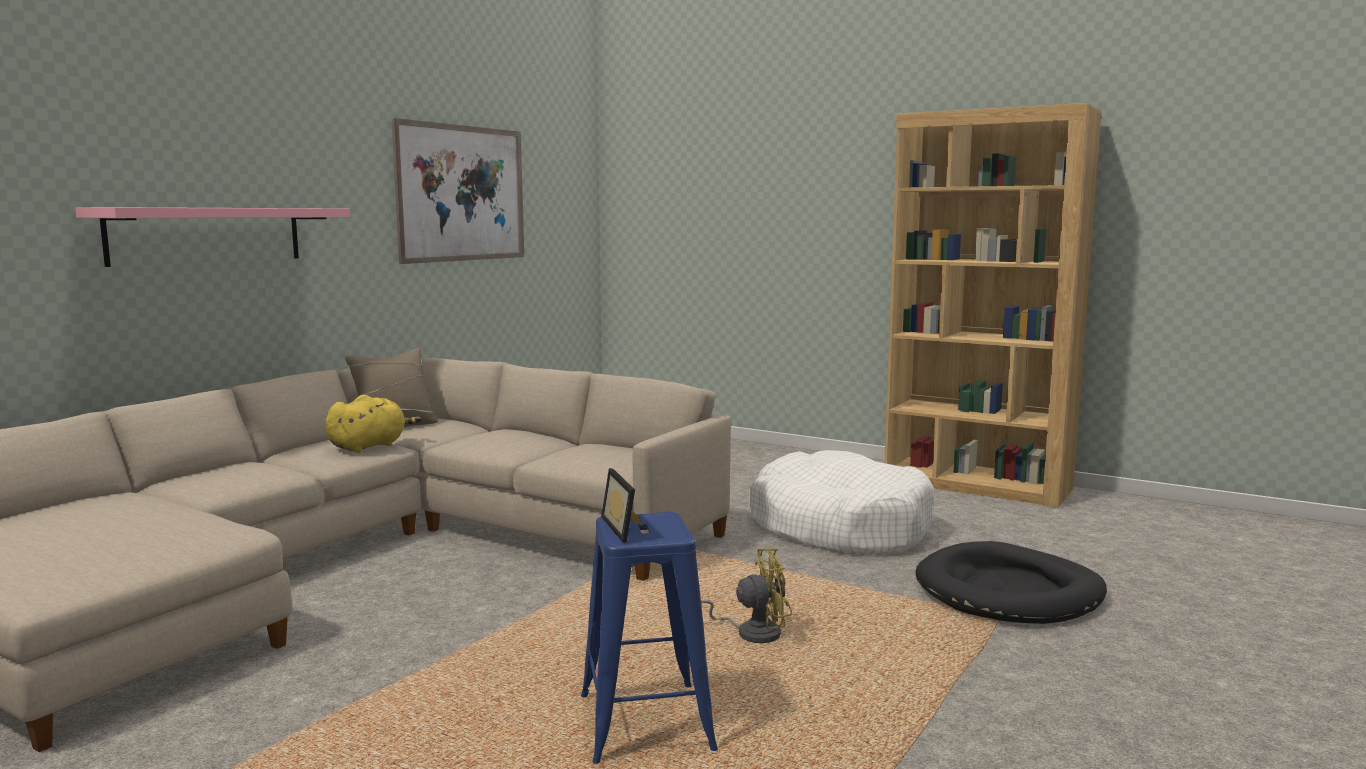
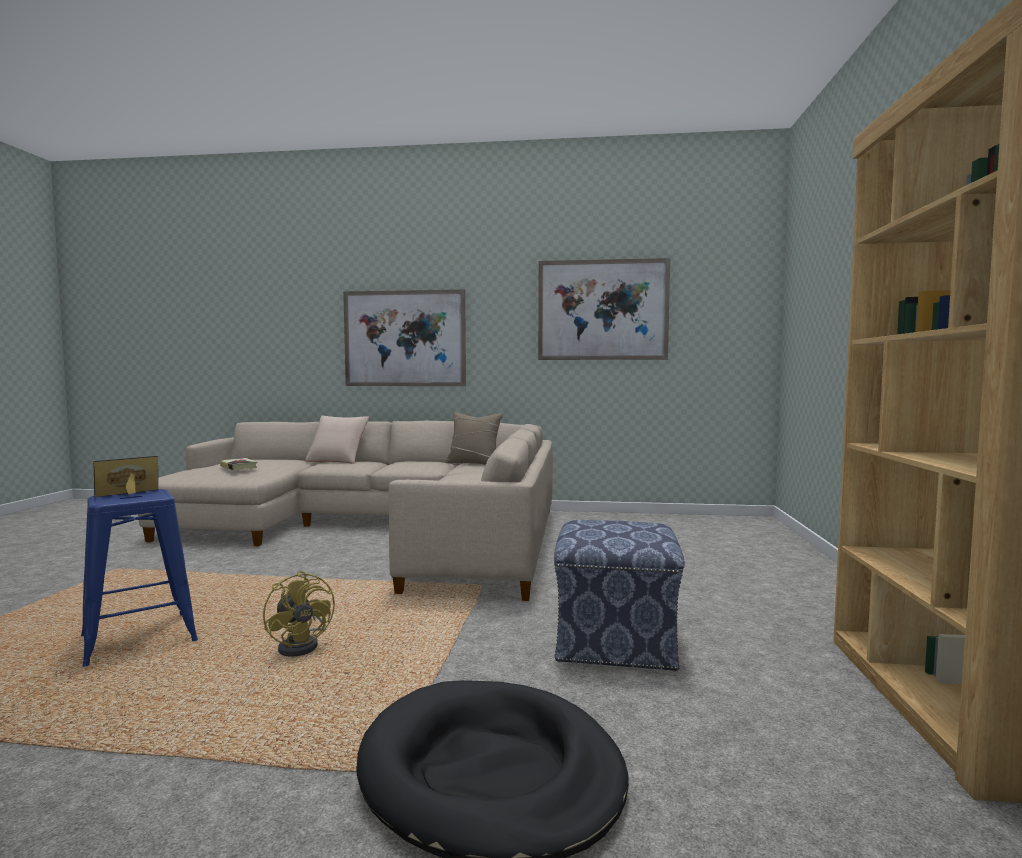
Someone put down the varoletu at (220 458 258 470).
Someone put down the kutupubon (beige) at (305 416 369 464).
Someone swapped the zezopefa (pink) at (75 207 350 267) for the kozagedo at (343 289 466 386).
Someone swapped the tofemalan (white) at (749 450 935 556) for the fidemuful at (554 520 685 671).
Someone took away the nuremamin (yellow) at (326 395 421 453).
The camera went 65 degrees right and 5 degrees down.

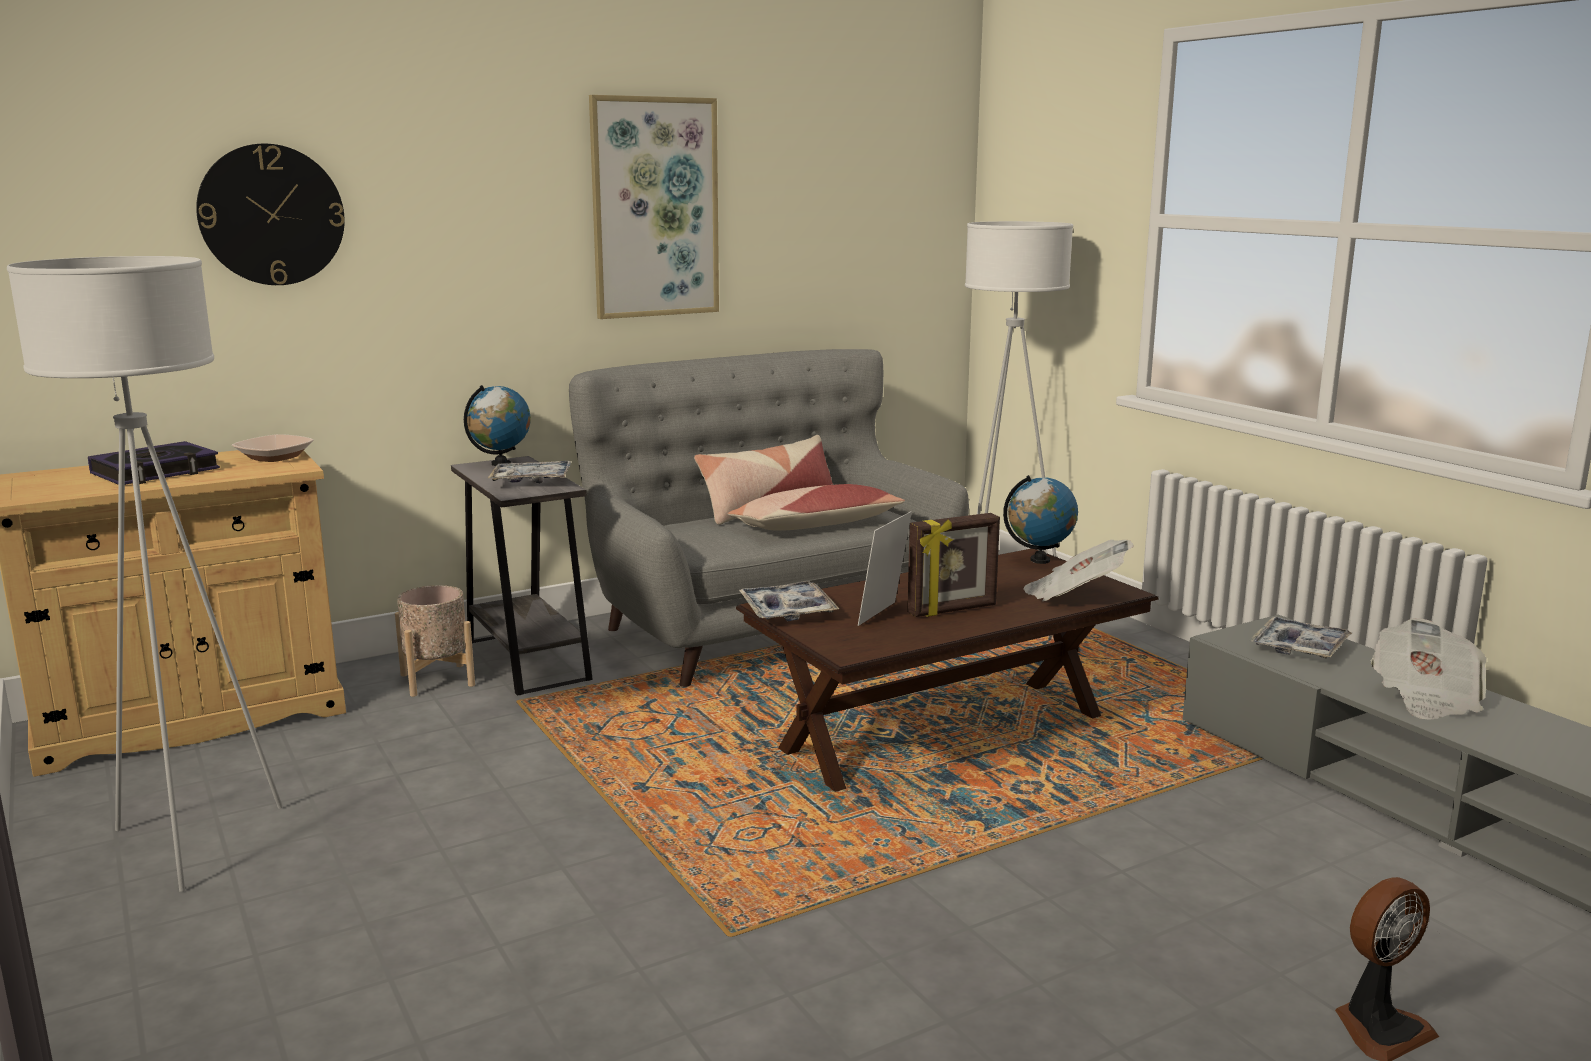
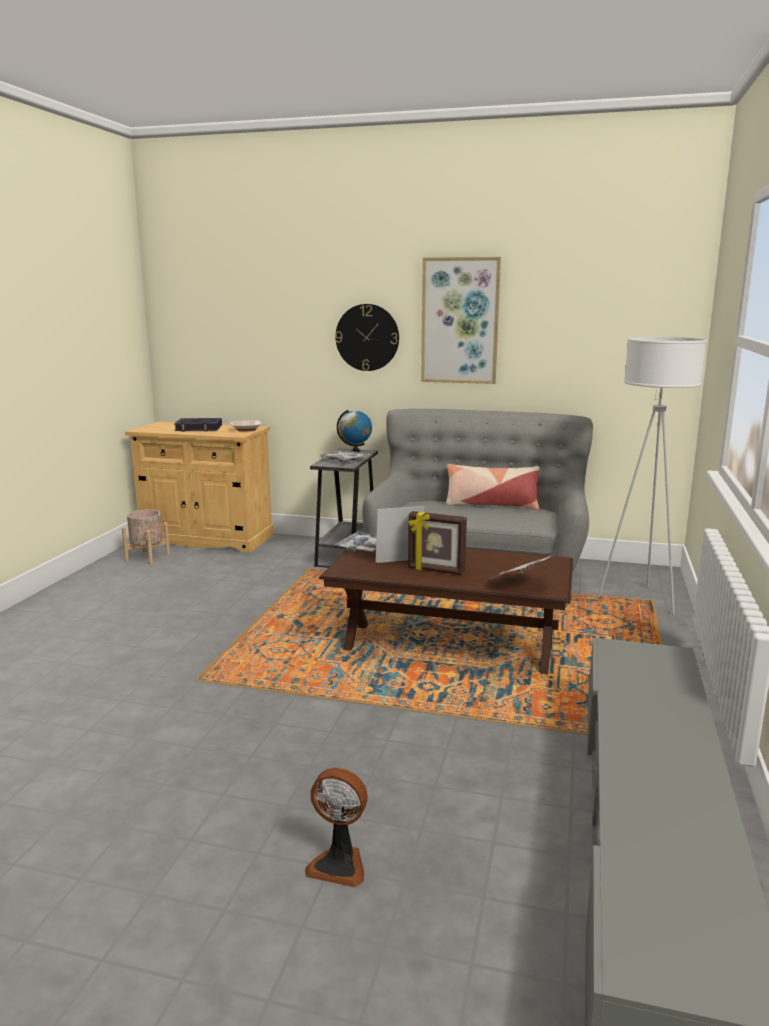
Someone carried the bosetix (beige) from (395 585 475 697) to (122 510 170 564).
Someone carried the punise from (196 143 345 285) to (335 304 399 371).
Someone took away the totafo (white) at (7 256 283 892).
Someone took away the kutupubon at (728 484 905 531).
Someone took away the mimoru at (1003 475 1078 564).
Someone took away the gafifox at (1250 617 1352 658).
Someone took away the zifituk at (1371 618 1486 720).
The camera went 45 degrees right and 0 degrees up.

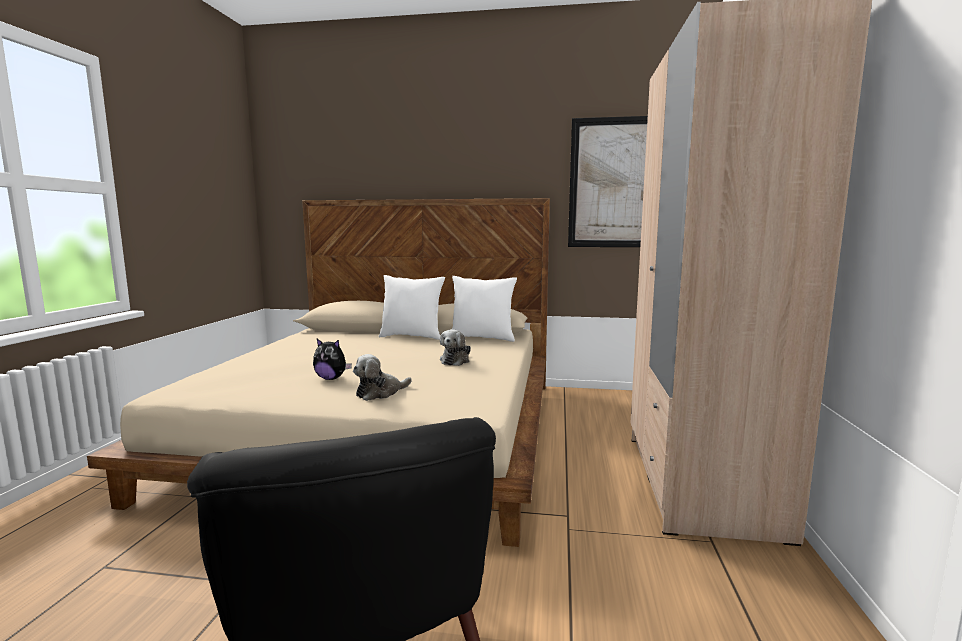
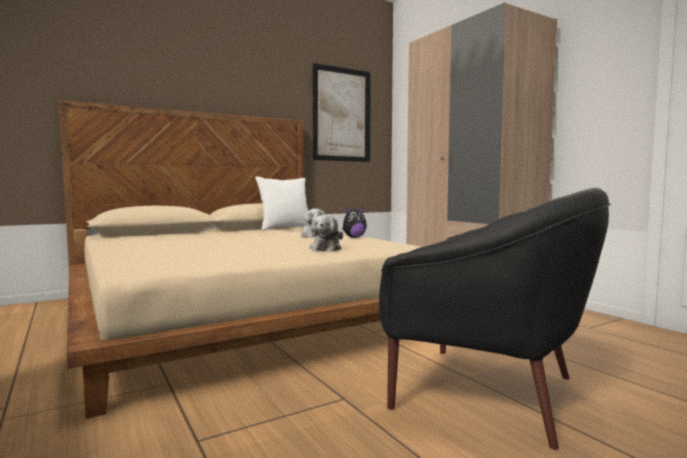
Someone carried the nuremamin from (313 339 352 380) to (342 207 367 238).
Someone took away the kutupubon (white) at (379 275 445 340).
The camera went 40 degrees left and 5 degrees down.

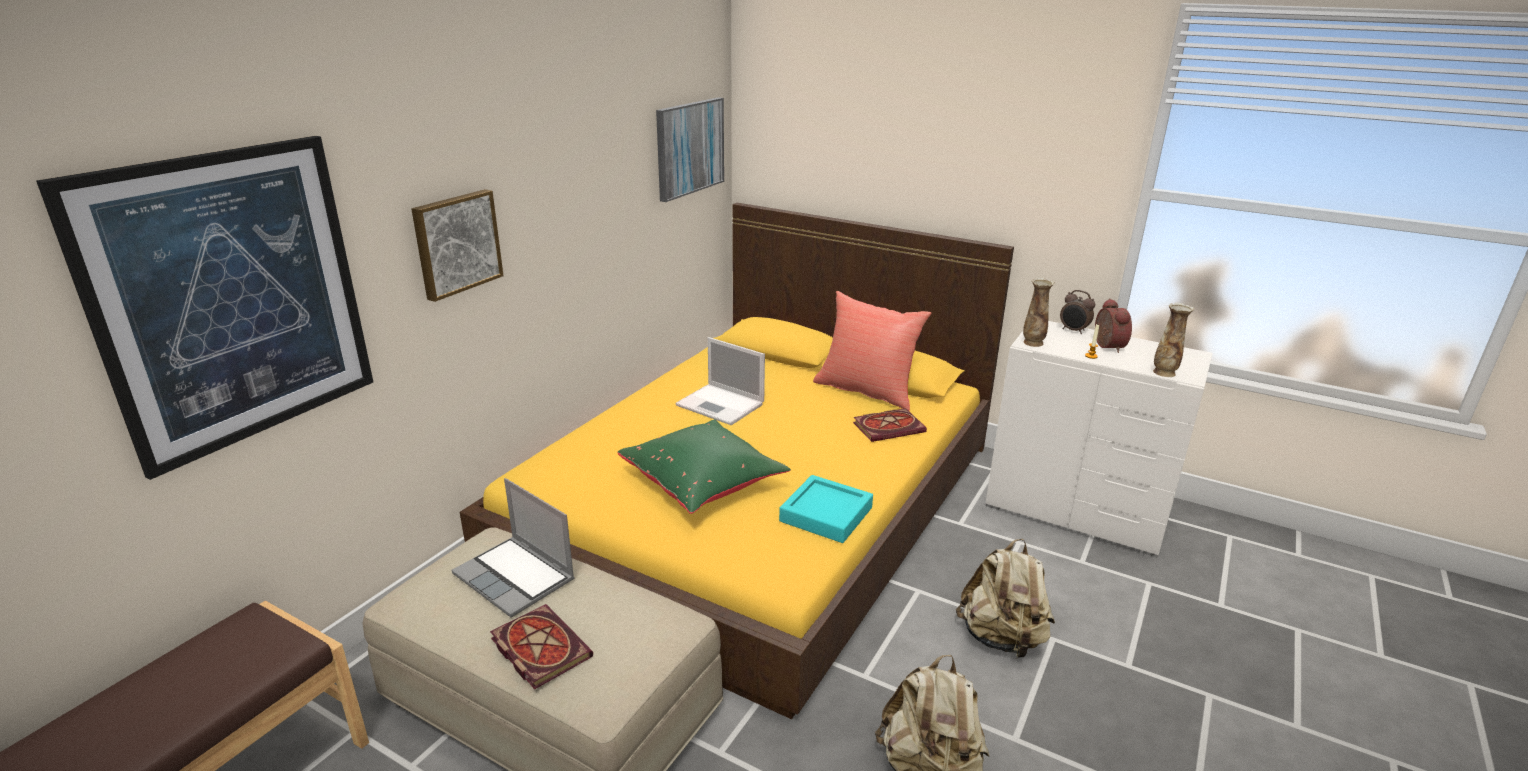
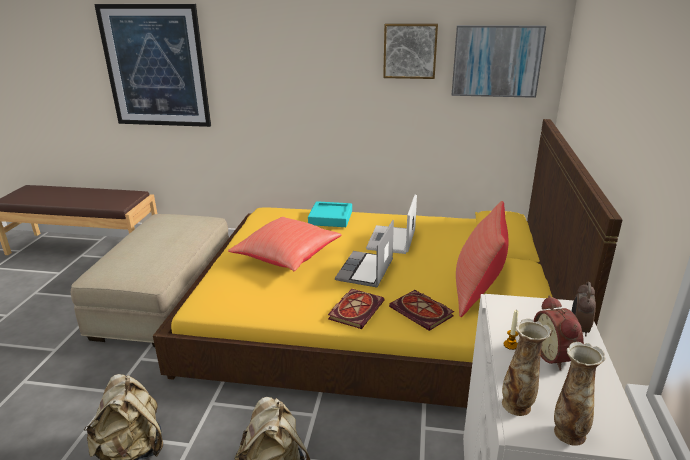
Someone repainted the kutupubon (green) at (617 419 791 514), which became the kutupubon (red) at (228 217 342 272).
Someone carried the gafifox (turquoise) from (779 475 873 543) to (308 201 352 227).
Someone carried the varoletu from (490 604 593 690) to (328 289 385 329).
Someone carried the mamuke from (452 478 575 618) to (335 220 394 287).
Someone carried the kozagedo from (412 189 504 302) to (383 23 438 79).
Someone rotated the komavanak at (1095 298 1132 353) by 105 degrees clockwise.
Someone carried the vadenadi from (1023 277 1055 347) to (554 342 606 446).
The camera went 70 degrees right and 0 degrees up.

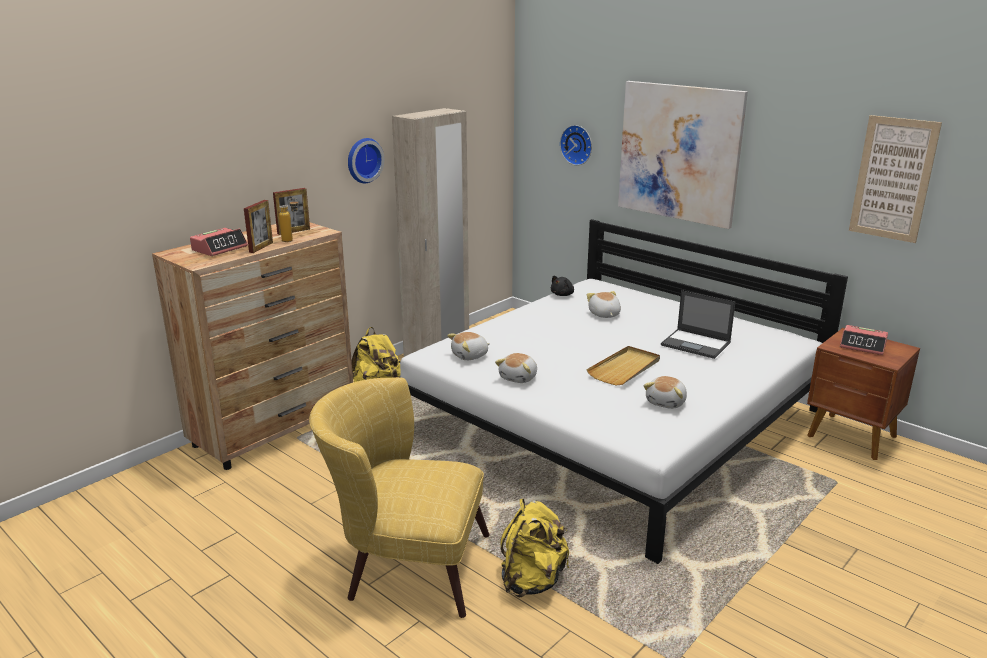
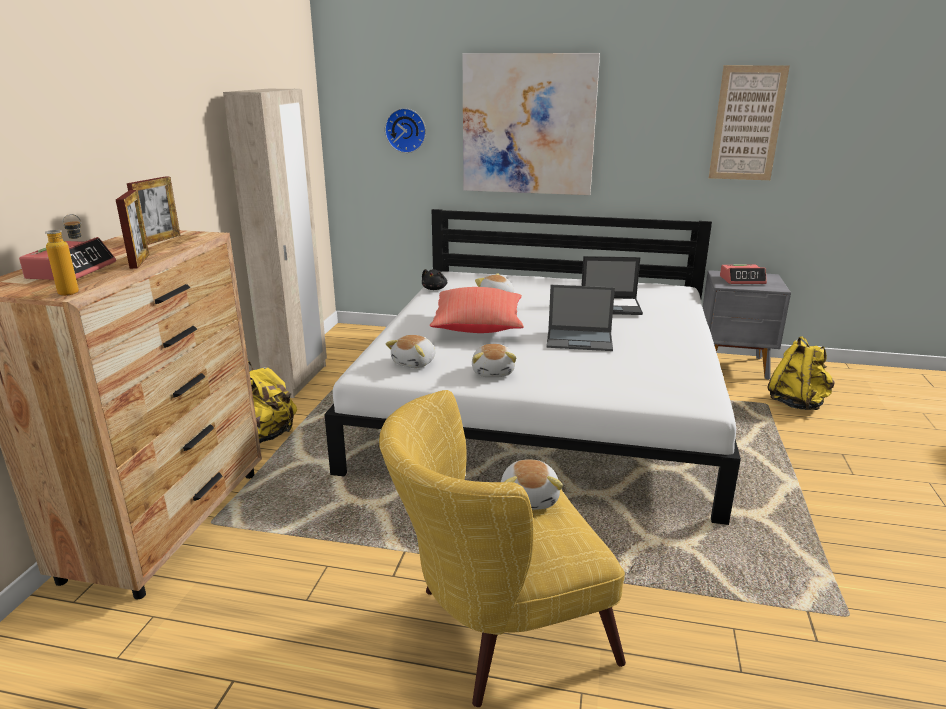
Someone carried the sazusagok from (279 198 299 242) to (45 214 81 296).
Someone put down the kutupubon (red) at (430 287 524 333).
Someone carried the nuremamin from (643 376 687 409) to (501 459 563 510).
Someone swapped the gafifox (beige) at (586 346 660 385) for the mamuke at (546 285 615 351).
Someone repainted the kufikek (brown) at (807 328 920 460), which became the kufikek (grey) at (703 270 791 380).
Someone carried the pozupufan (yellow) from (500 499 569 597) to (767 336 835 410).
Someone took away the punise at (348 138 384 183).
The camera went 30 degrees left and 0 degrees up.

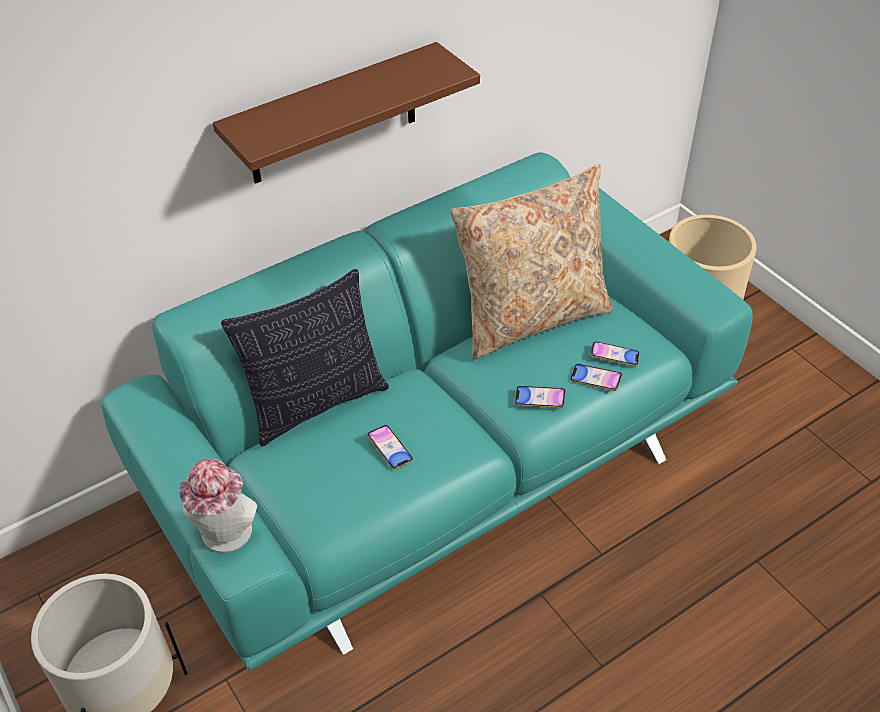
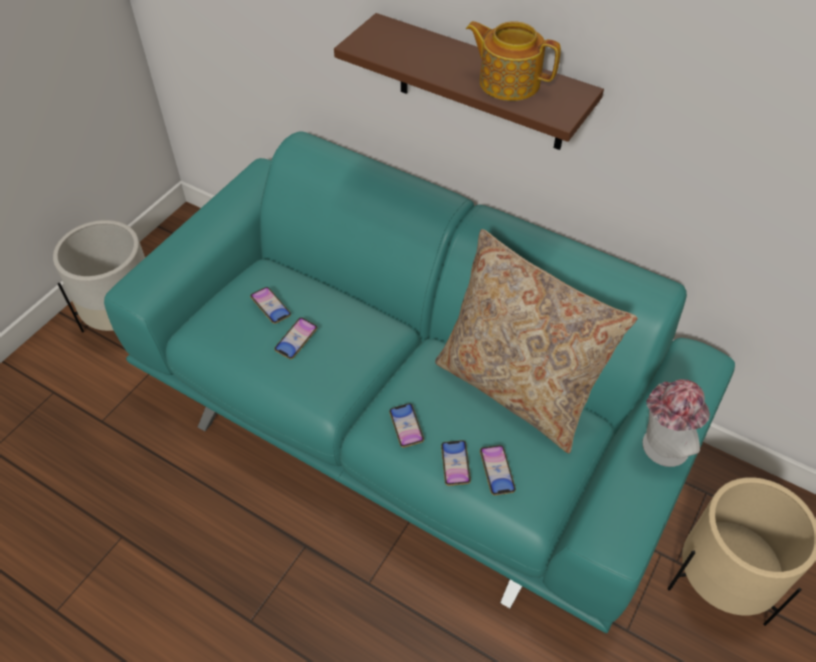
Someone put down the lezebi at (250 287 291 324).
Someone put down the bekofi at (466 21 561 101).
Someone carried the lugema from (179 458 257 553) to (642 379 710 467).
Someone took away the kutupubon at (221 269 389 446).
The camera went 65 degrees right and 5 degrees up.

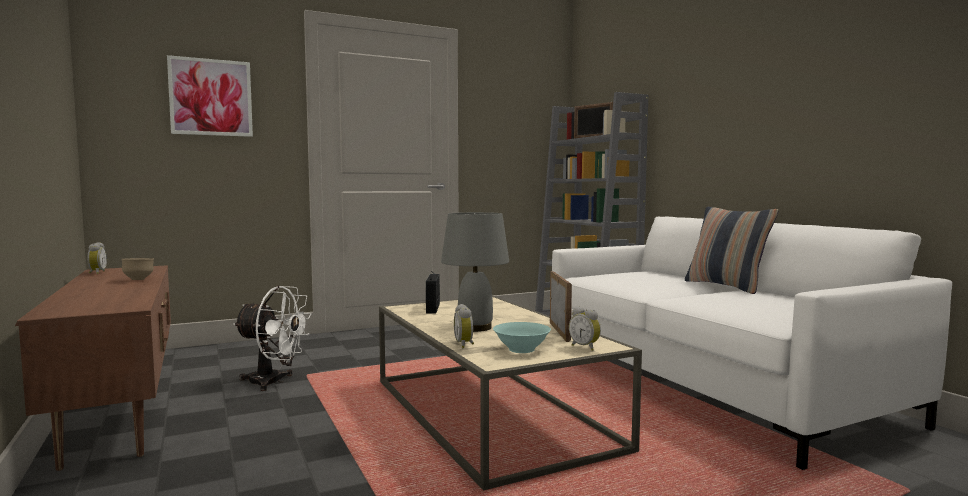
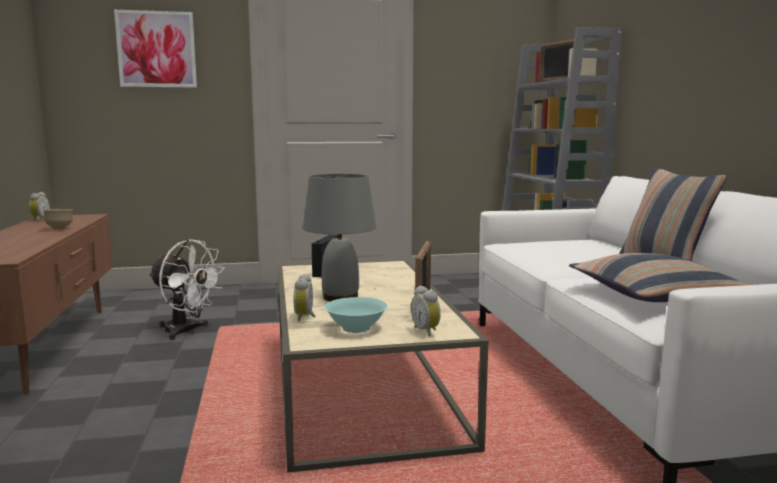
Someone put down the kutupubon at (569 253 752 302).
The camera went 15 degrees right and 5 degrees up.

